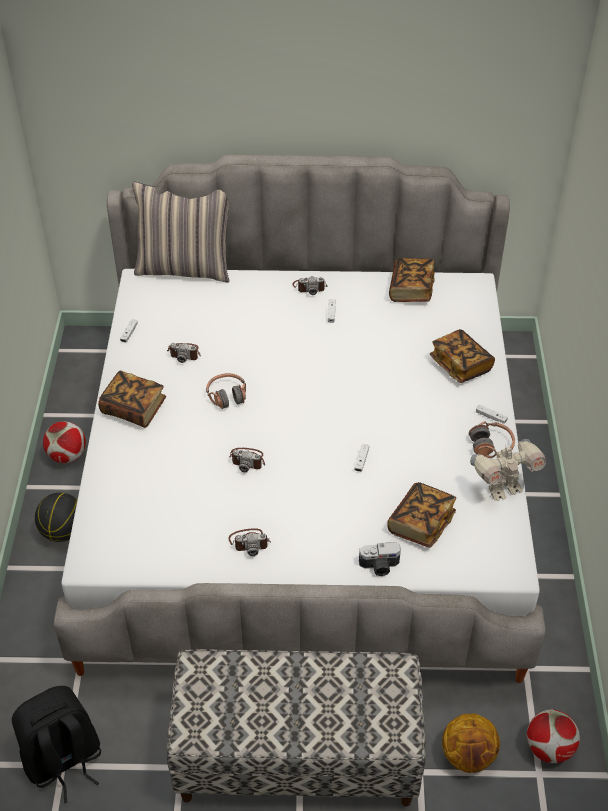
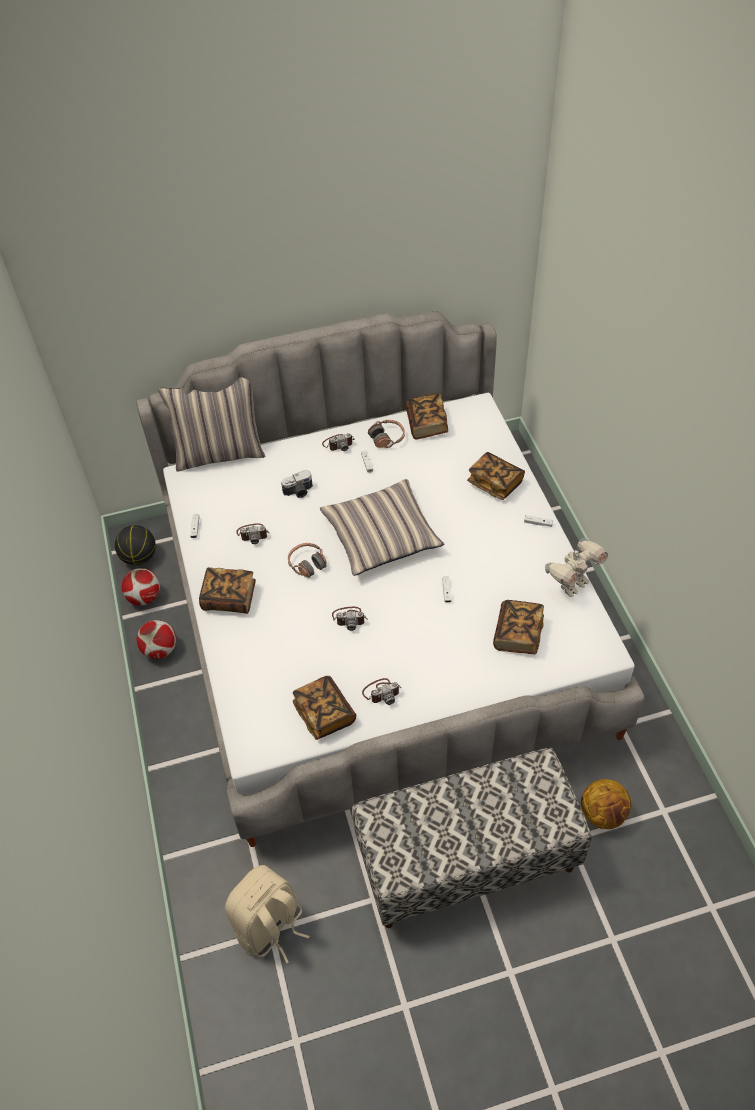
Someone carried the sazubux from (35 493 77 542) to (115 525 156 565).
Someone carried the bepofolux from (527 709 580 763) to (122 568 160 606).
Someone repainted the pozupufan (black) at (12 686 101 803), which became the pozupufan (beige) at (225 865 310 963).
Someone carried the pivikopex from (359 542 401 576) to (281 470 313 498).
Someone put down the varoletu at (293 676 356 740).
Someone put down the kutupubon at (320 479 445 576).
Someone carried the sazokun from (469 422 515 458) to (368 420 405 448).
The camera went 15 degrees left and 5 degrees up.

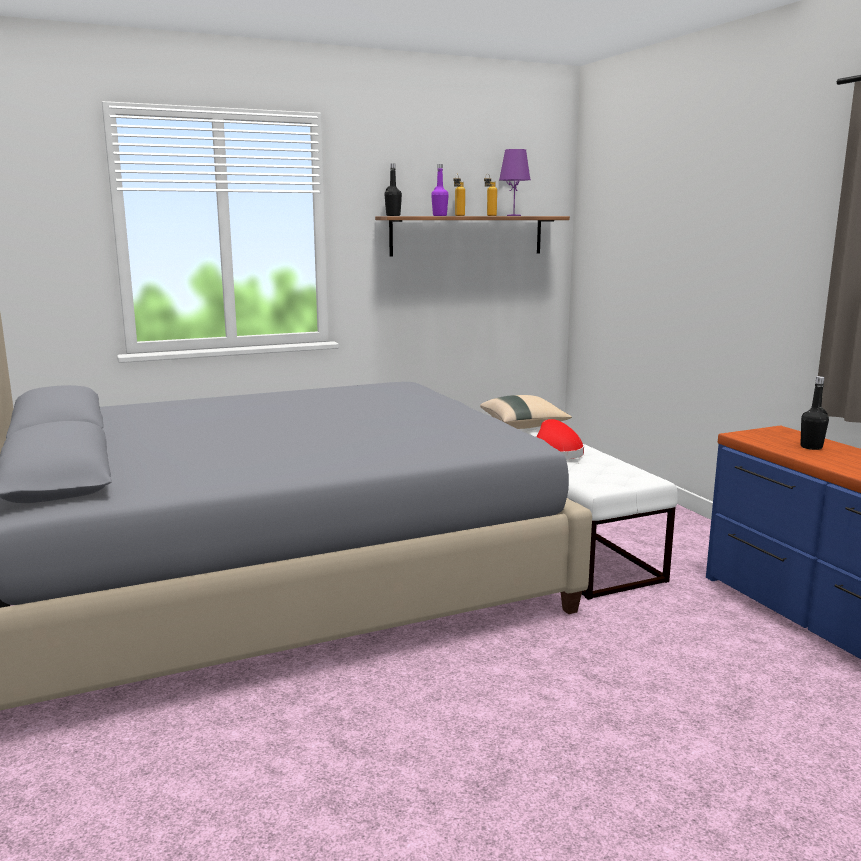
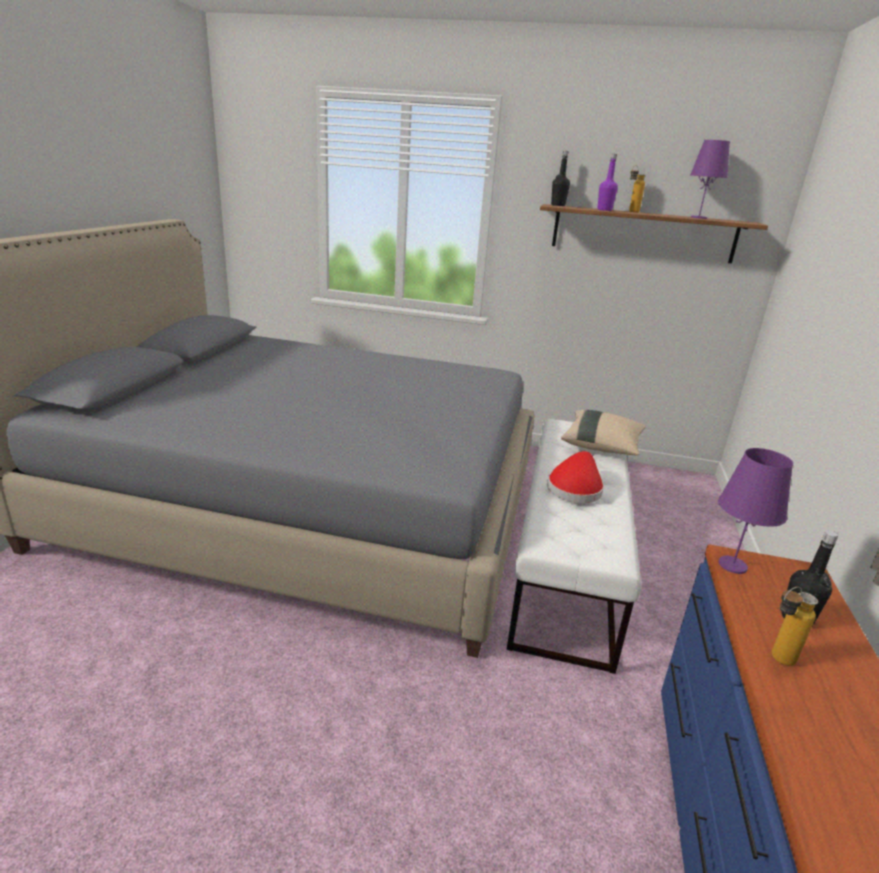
Someone put down the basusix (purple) at (718 448 793 574).
Someone carried the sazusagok from (484 174 497 216) to (772 587 818 666).
The camera went 35 degrees right and 10 degrees up.

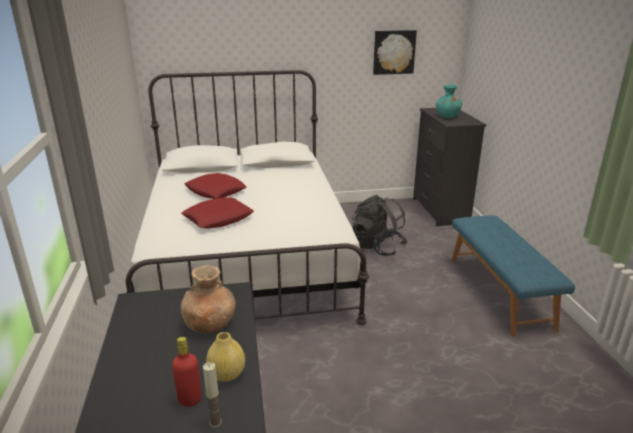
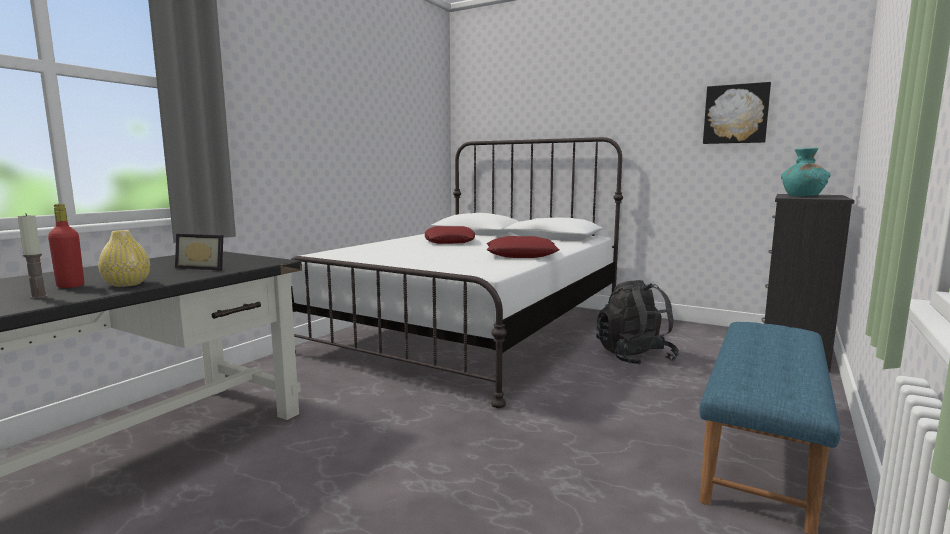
Someone swapped the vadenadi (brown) at (181 265 236 333) for the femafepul at (175 233 223 270).
Someone carried the kutupubon (red) from (181 197 254 228) to (487 236 559 258).
The camera went 40 degrees right and 15 degrees down.

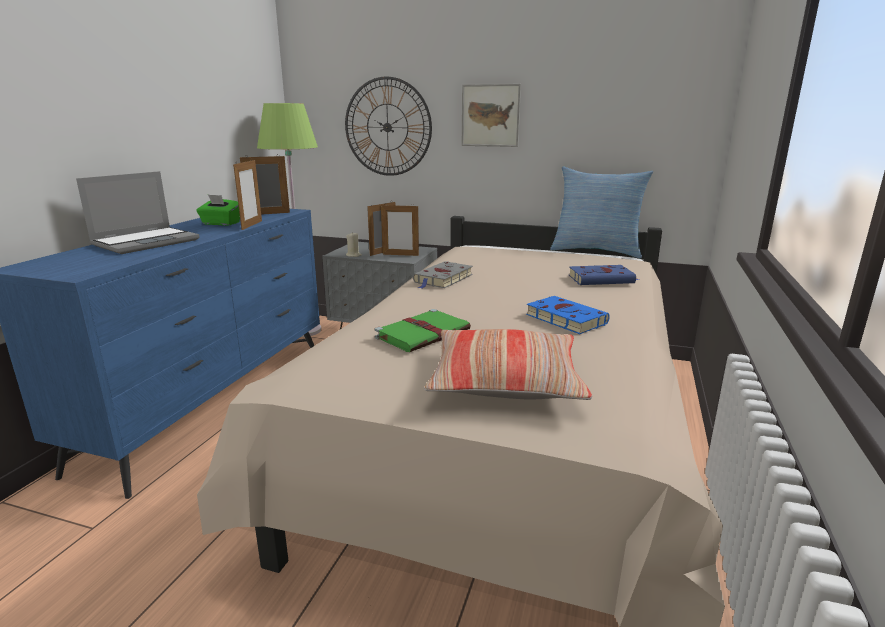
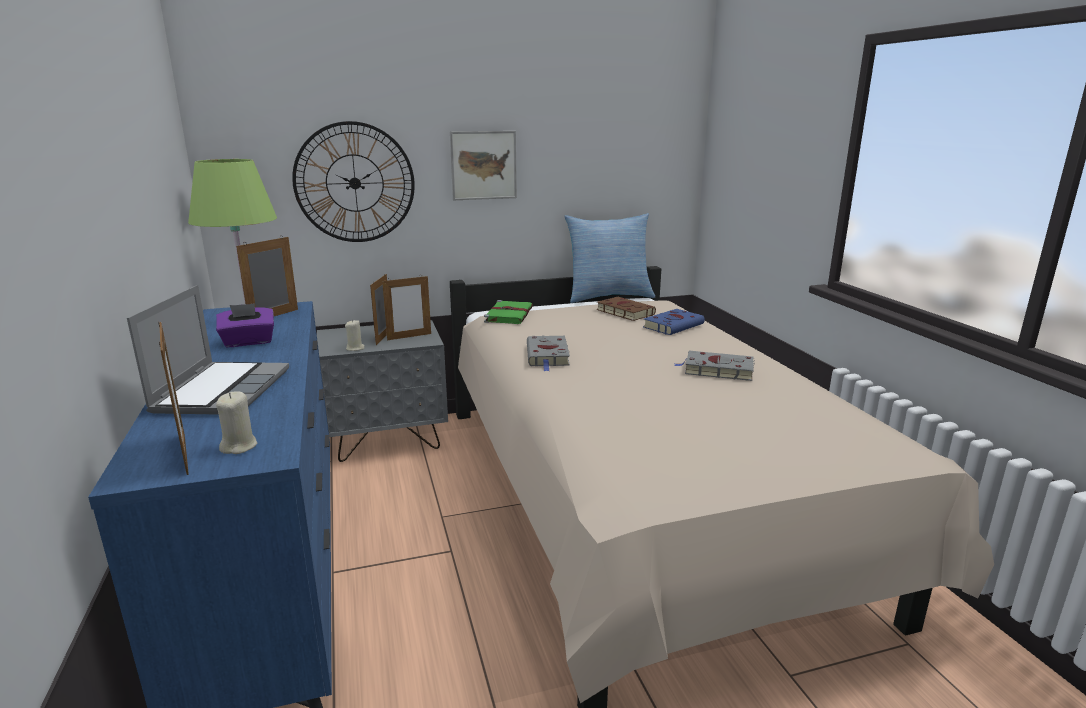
Someone carried the femafepul from (233 160 262 230) to (158 322 189 475).
Someone repainted the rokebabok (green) at (196 194 240 226), which became the rokebabok (purple) at (216 303 274 347).
Someone put down the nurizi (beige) at (216 391 257 454).
Someone carried the varoletu (green) from (375 309 471 352) to (484 300 533 324).
Someone put down the varoletu (brown) at (596 297 656 321).
Someone repainted the varoletu (blue) at (526 296 610 334), which became the varoletu (grey) at (674 351 755 381).
Someone took away the kutupubon at (424 329 592 400).
The camera went 35 degrees left and 0 degrees up.

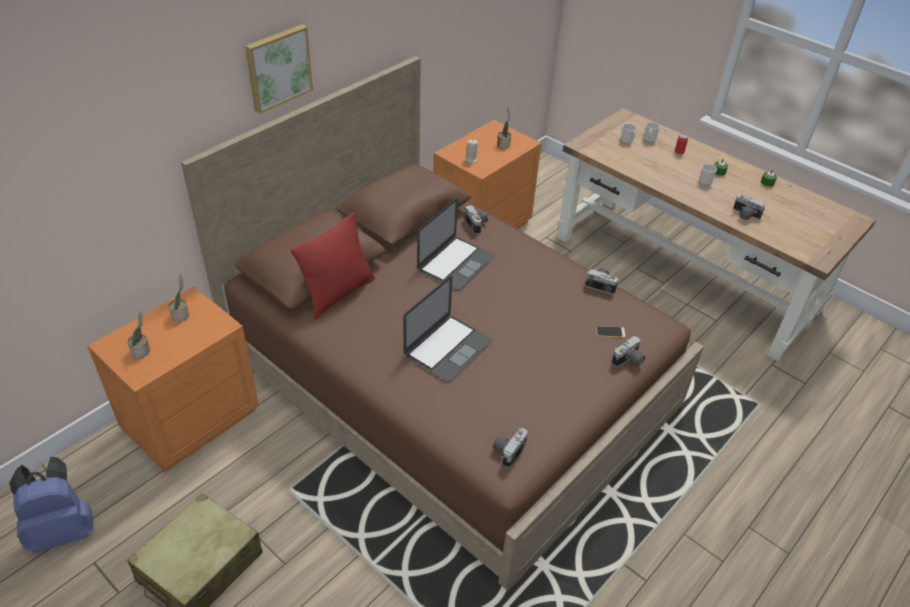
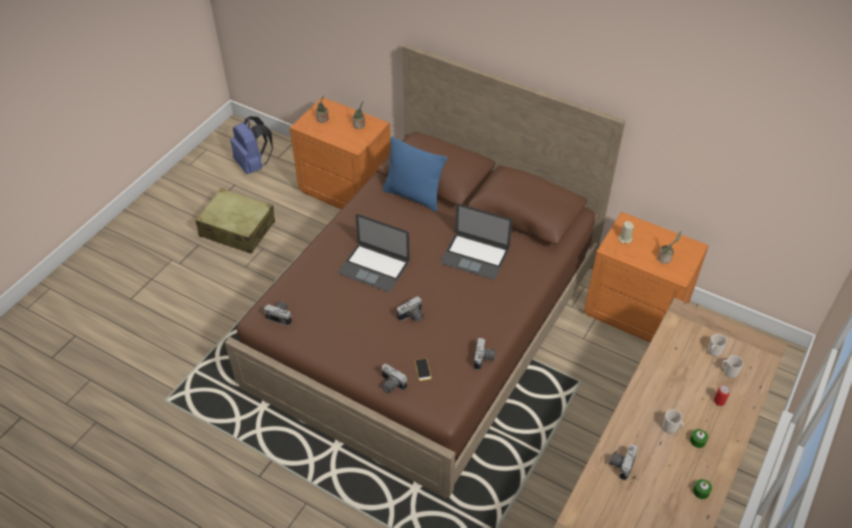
Someone repainted the kutupubon (red) at (291 212 375 319), which became the kutupubon (blue) at (382 137 447 212).
Someone carried the pivikopex from (465 205 488 235) to (397 297 424 322).
Someone took away the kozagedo at (245 24 313 114).
The camera went 80 degrees right and 5 degrees up.

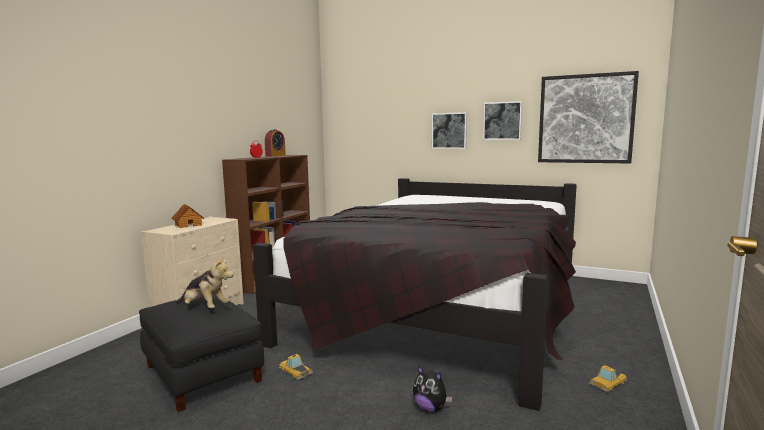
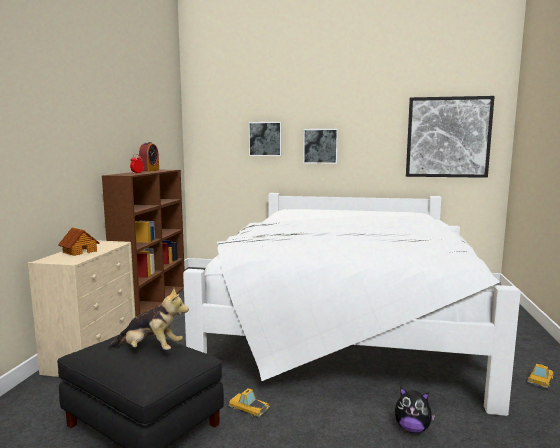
Someone repainted the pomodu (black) at (253 178 577 411), which became the pomodu (white) at (183 193 521 416).
Someone carried the kozagedo from (483 101 523 140) to (248 122 282 156).
The camera went 15 degrees left and 0 degrees up.

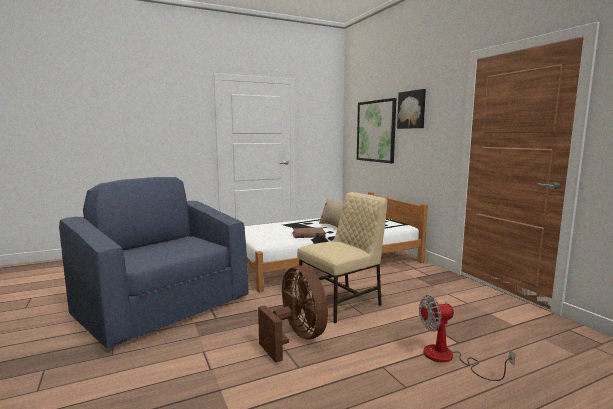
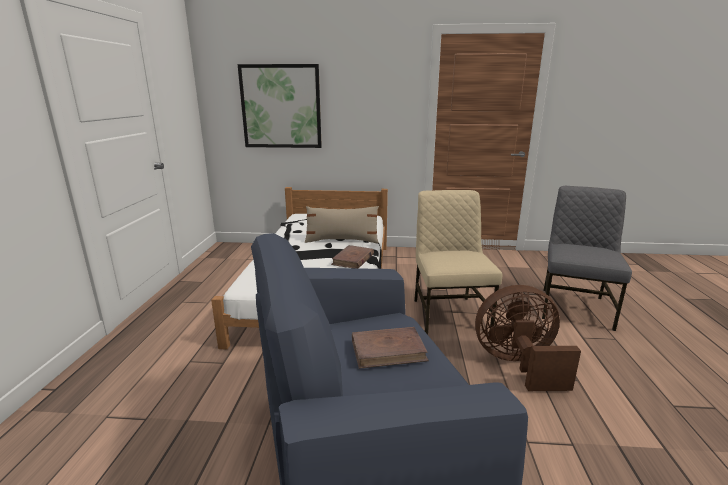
Someone put down the varoletu (brown) at (352 327 429 369).
Someone swapped the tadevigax at (419 295 515 381) for the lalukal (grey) at (542 186 632 331).
Someone took away the kozagedo at (397 89 426 129).
The camera went 60 degrees left and 10 degrees up.

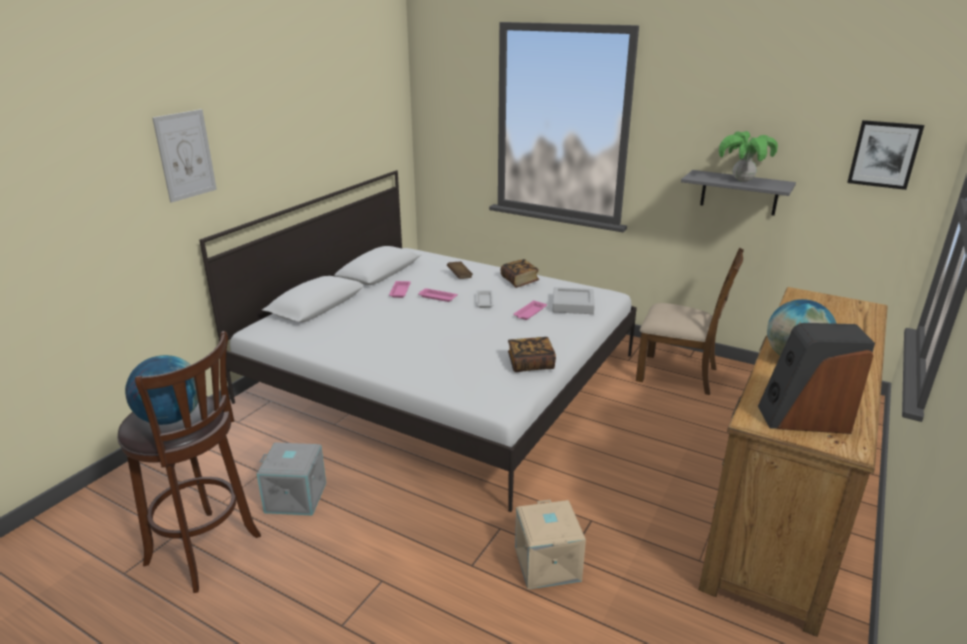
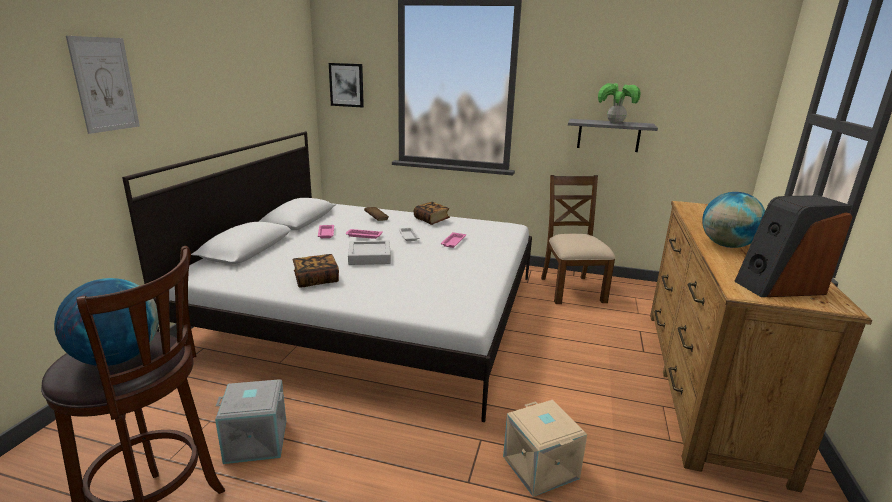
Someone carried the varoletu from (508 337 556 372) to (293 254 339 288).
Someone carried the kozagedo from (847 120 924 190) to (329 63 364 107).
Someone carried the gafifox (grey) from (553 287 595 314) to (348 240 391 265).
Someone rotated the lalukal (brown) at (636 248 744 395) by 105 degrees counterclockwise.
The camera went 15 degrees left and 5 degrees down.

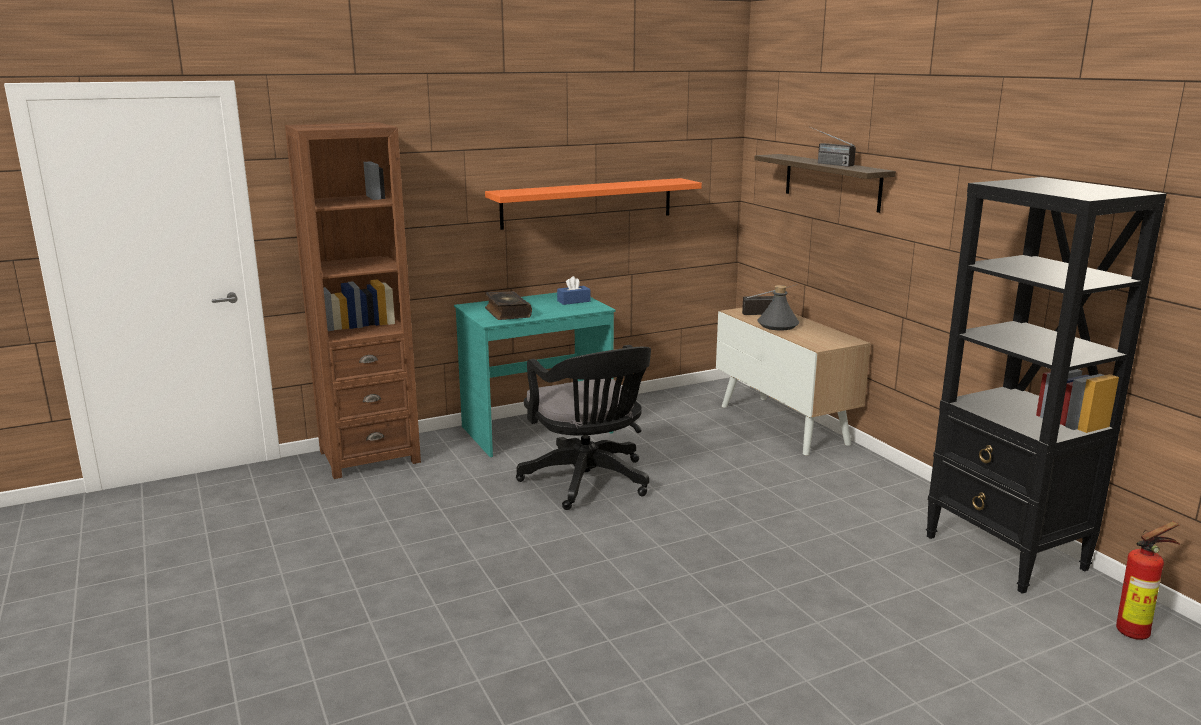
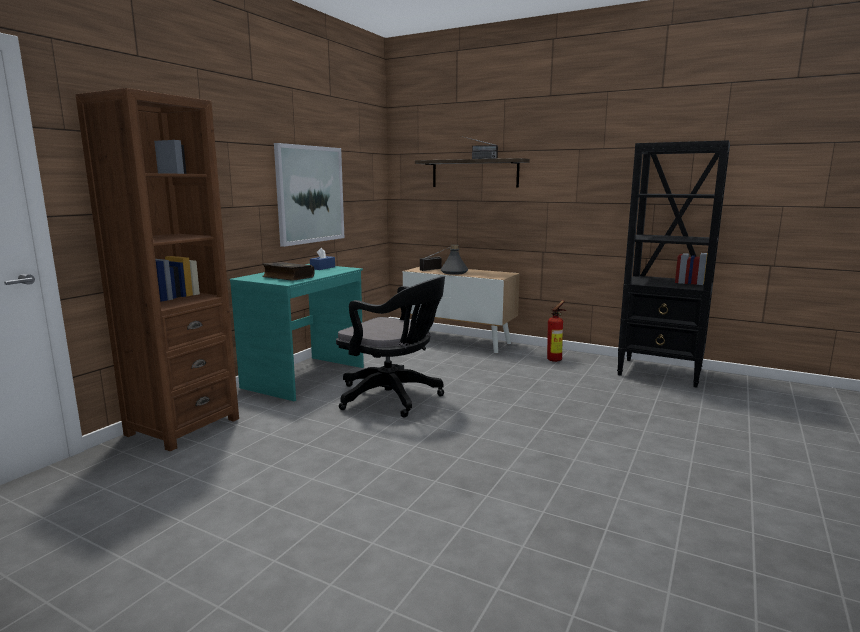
Someone swapped the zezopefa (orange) at (485 178 702 230) for the kozagedo at (274 143 344 247).
Someone carried the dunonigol from (1116 521 1180 640) to (547 301 566 362).
The camera went 35 degrees left and 5 degrees down.

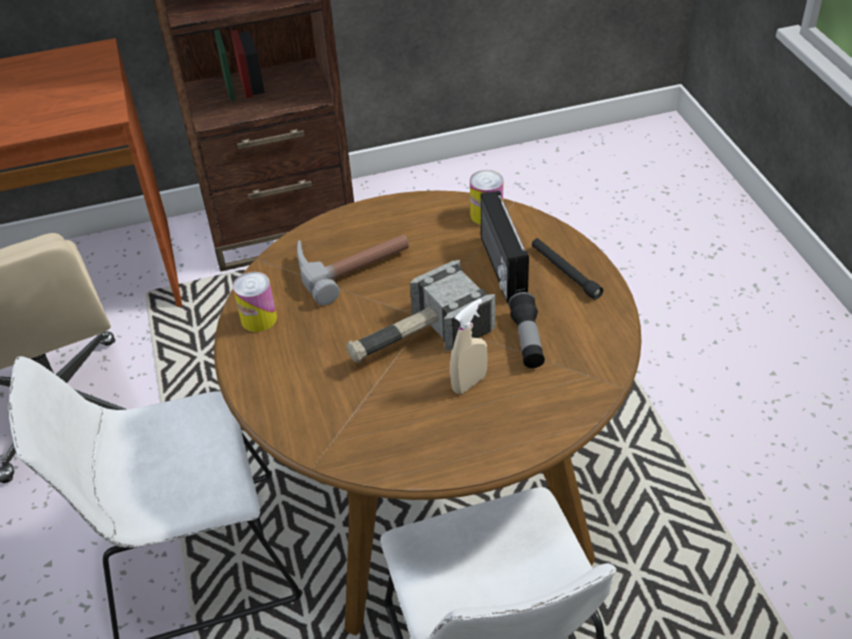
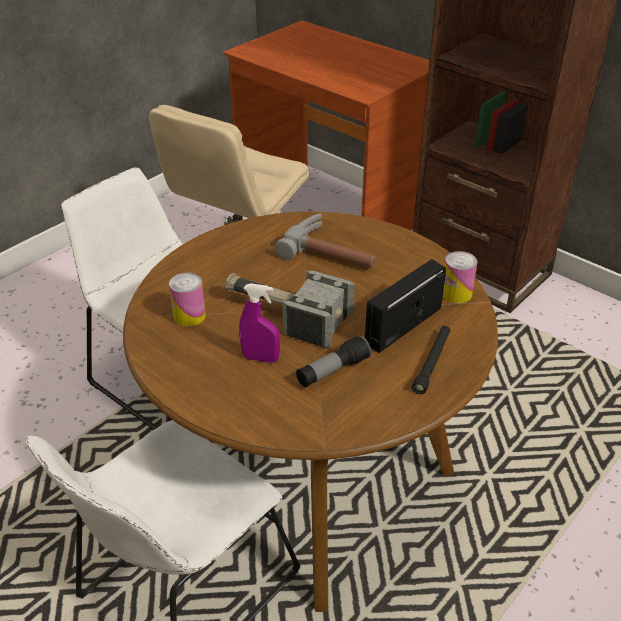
Someone carried the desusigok from (233 272 277 332) to (169 272 206 327).
Someone repainted the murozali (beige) at (450 298 488 394), which became the murozali (purple) at (239 283 280 363).
The camera went 55 degrees right and 5 degrees down.

